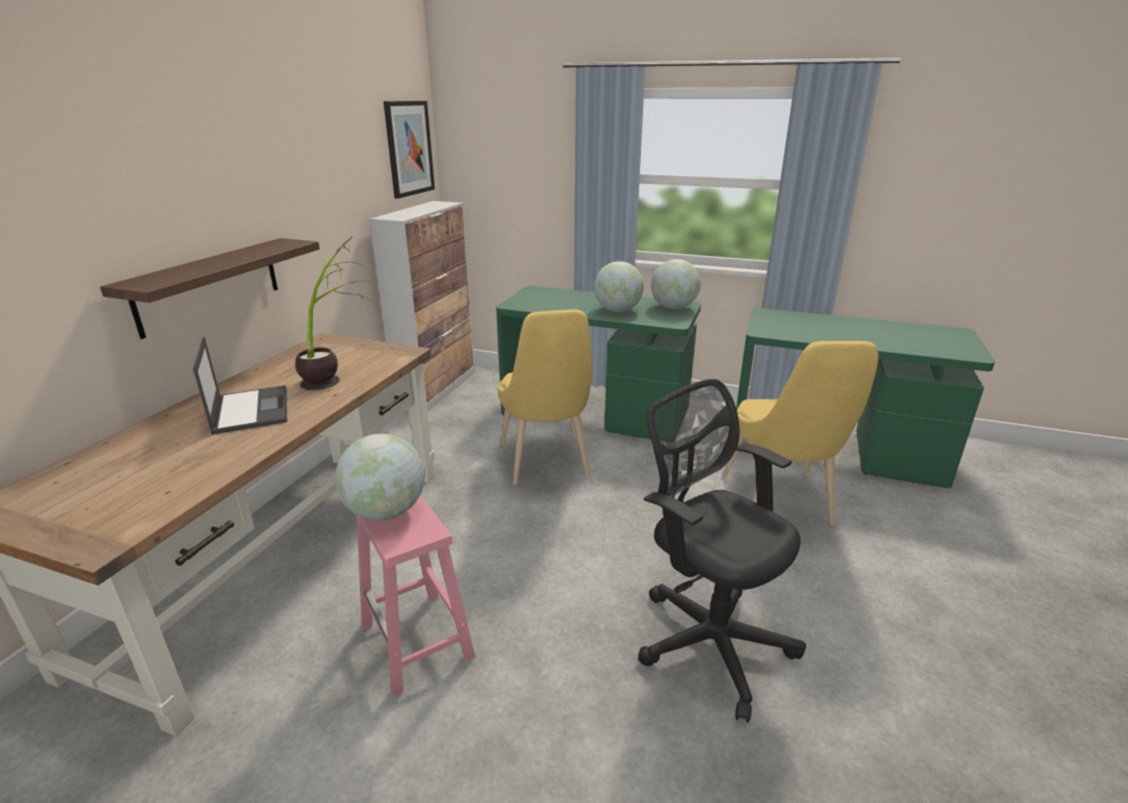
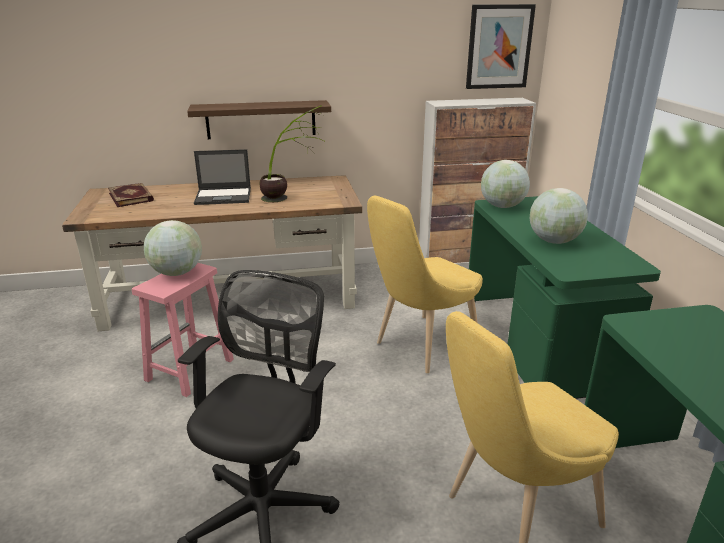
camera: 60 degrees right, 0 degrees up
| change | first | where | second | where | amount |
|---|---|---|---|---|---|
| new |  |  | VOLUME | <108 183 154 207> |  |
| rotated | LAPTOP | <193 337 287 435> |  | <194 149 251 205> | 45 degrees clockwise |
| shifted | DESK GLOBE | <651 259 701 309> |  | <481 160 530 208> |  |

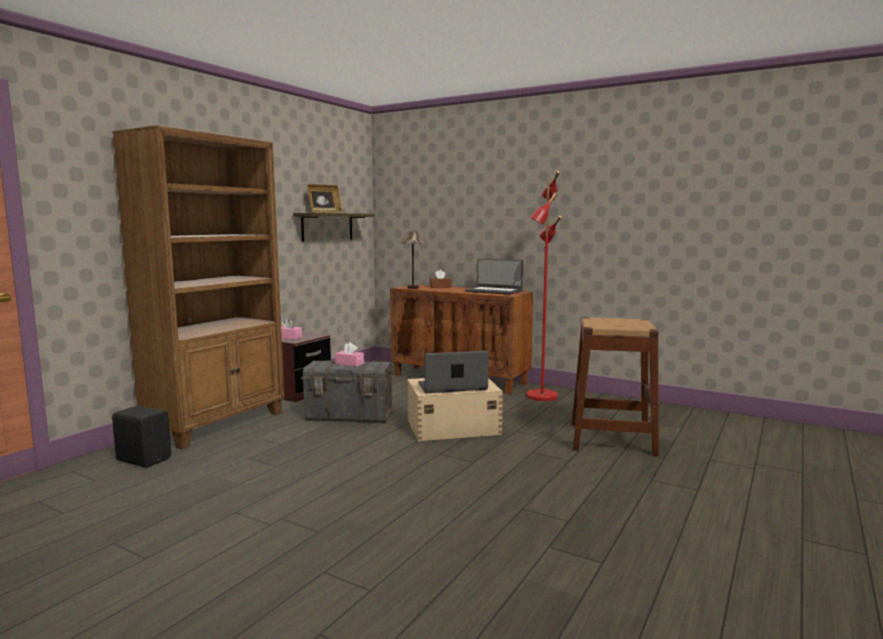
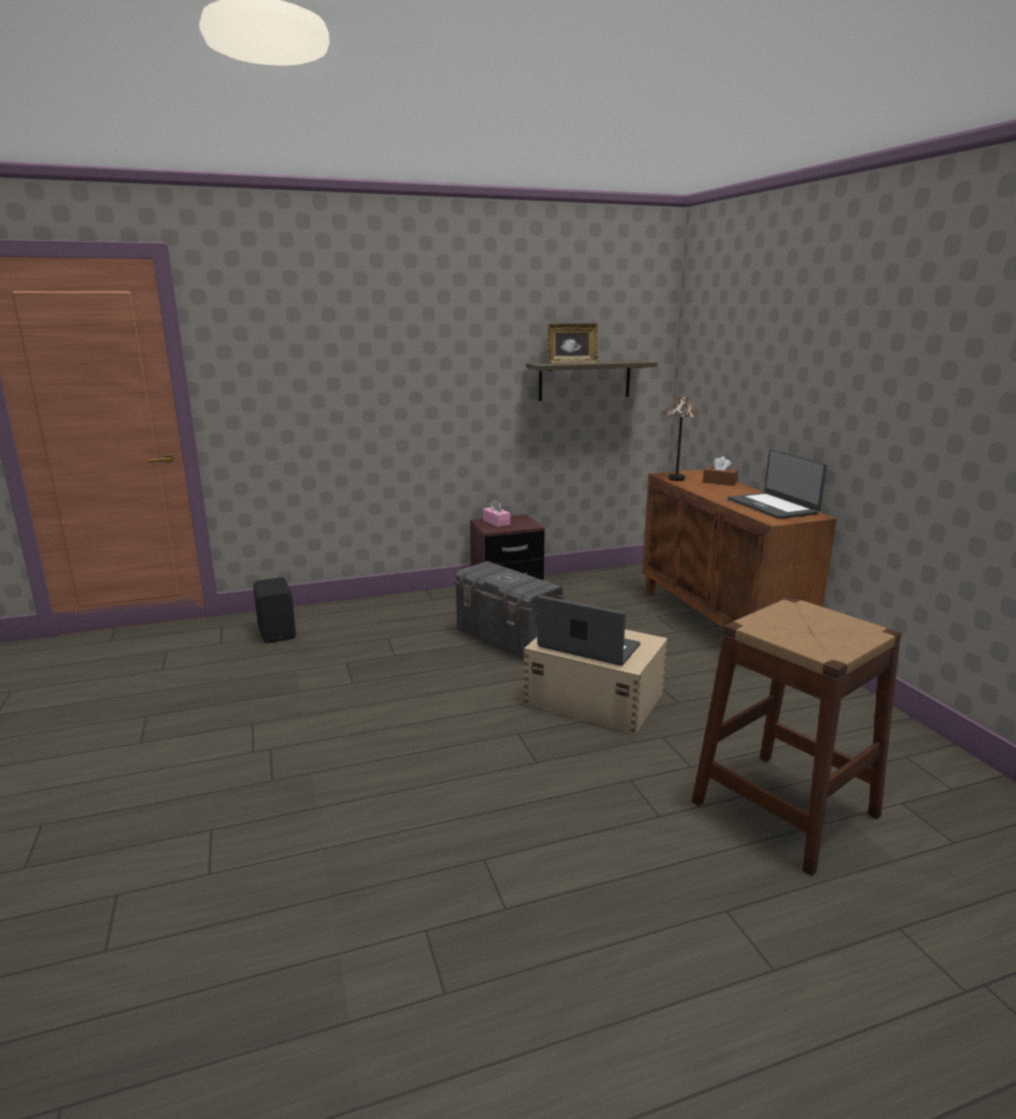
camera: 40 degrees right, 10 degrees up
| change | first | where | second | where | amount |
|---|---|---|---|---|---|
| gone | BROWNISH BOOKCASE | <112 125 284 449> |  |  |  |
| gone | PINKISH TISSUE BOX | <335 342 364 367> |  |  |  |
| gone | RED-COLOURED STANDARD LAMP | <526 170 563 401> |  |  |  |

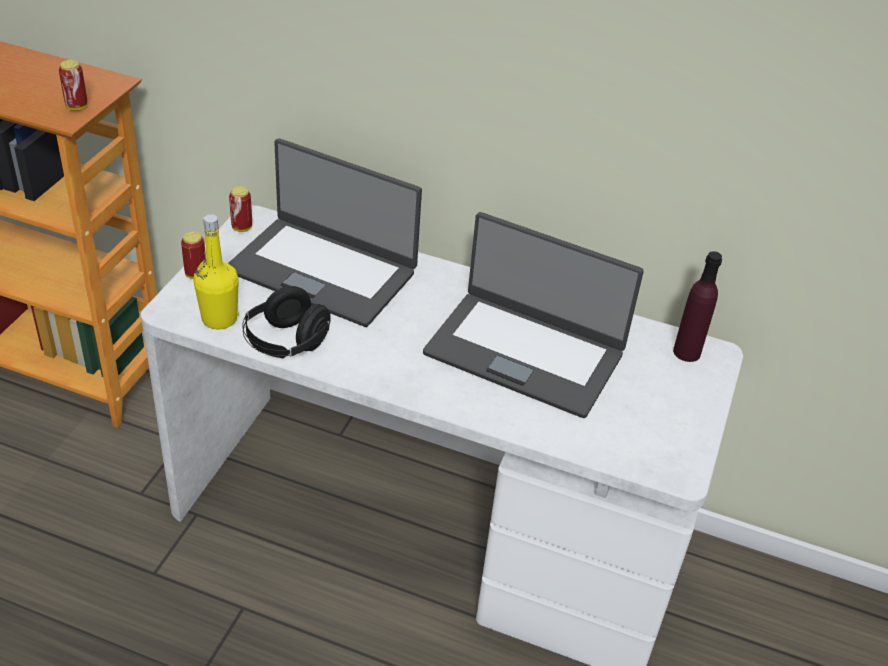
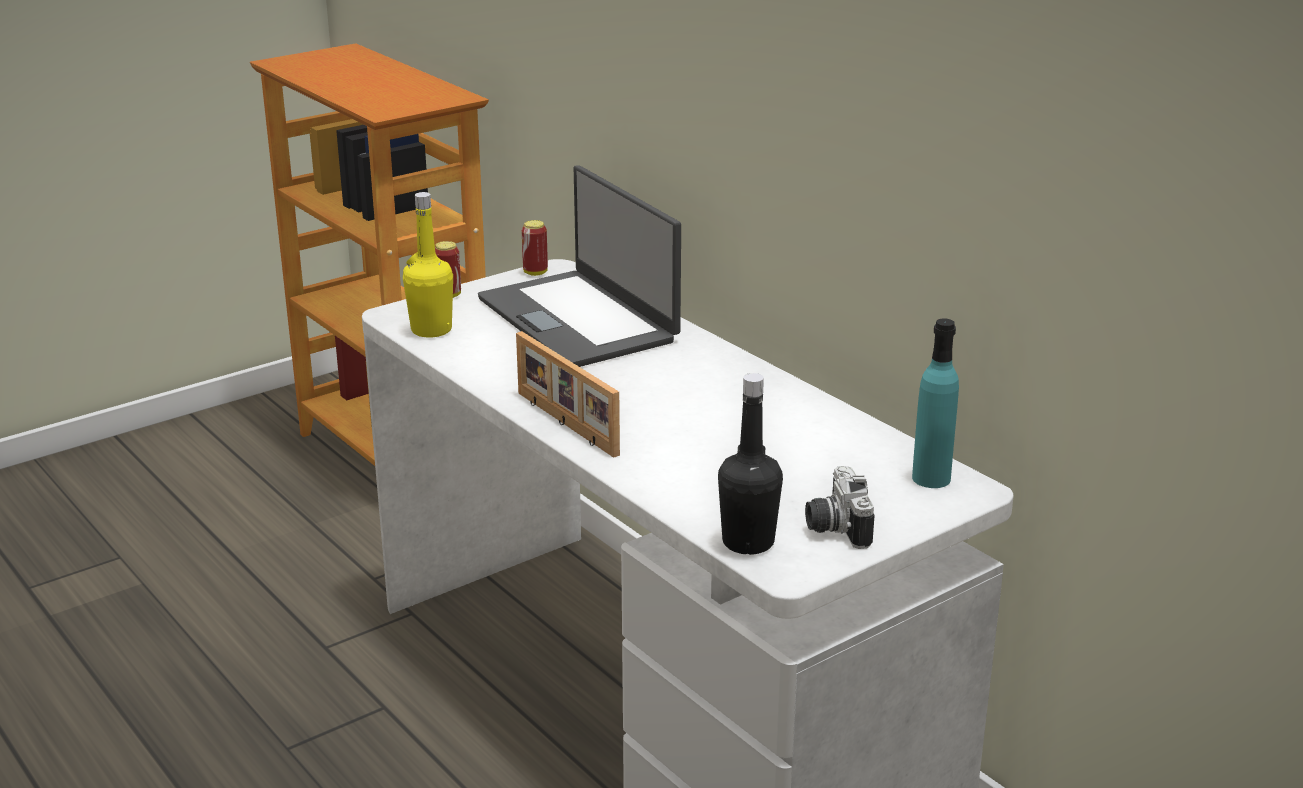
camera: 35 degrees right, 15 degrees down
| change | first | where | second | where | amount |
|---|---|---|---|---|---|
| new |  |  | PHOTO FRAME | <516 331 620 458> |  |
| new |  |  | BLACKISH DRINK BOTTLE | <718 373 783 555> |  |
| new |  |  | STILL CAMERA | <805 466 875 549> |  |
| repainted | PURPLE DRINK BOTTLE | <673 251 722 362> | BLUE-GREEN DRINK BOTTLE | <912 319 959 488> |  |
| gone | SEALED CAN | <59 60 88 111> |  |  |  |
| gone | BLACKISH HEADSET | <242 286 331 358> |  |  |  |
| gone | LAPTOP | <423 212 644 418> |  |  |  |

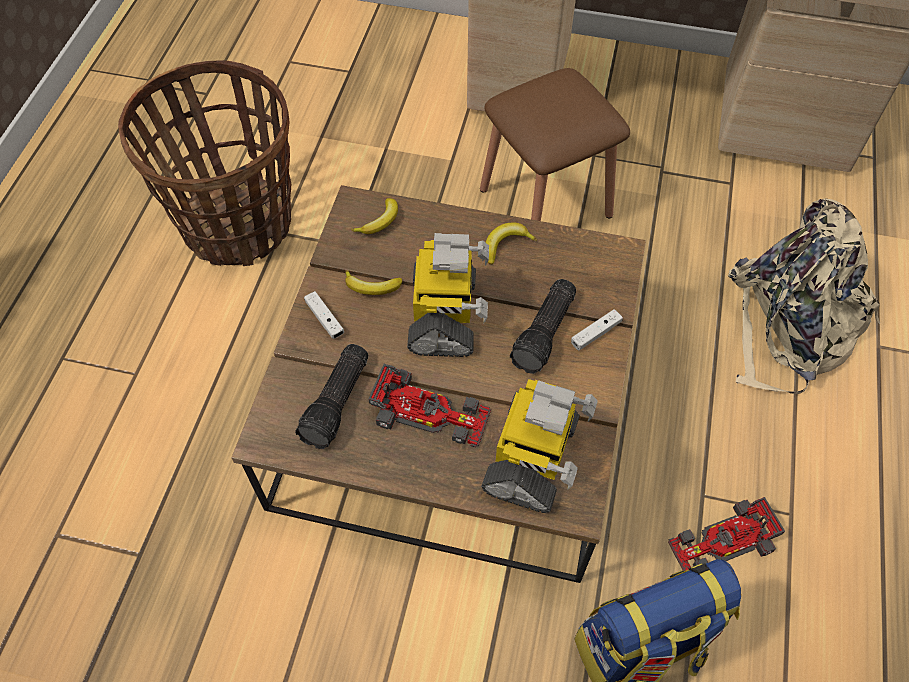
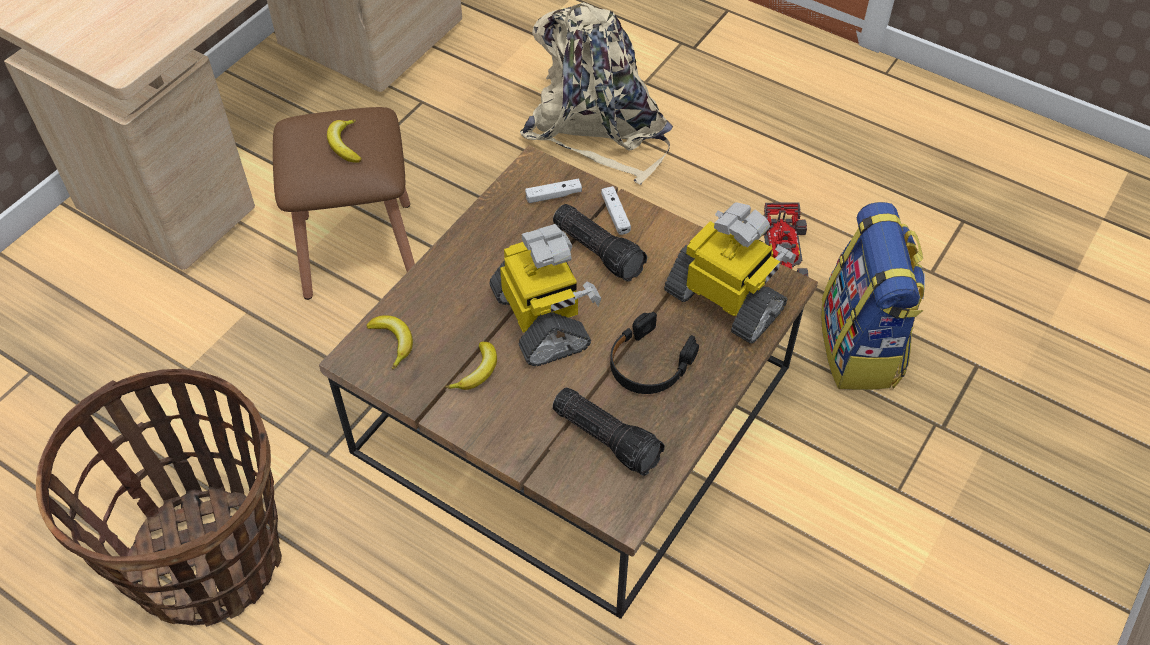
camera: 70 degrees left, 5 degrees down
| change | first | where | second | where | amount |
|---|---|---|---|---|---|
| shifted | WHOLE BANANA | <486 223 537 265> |  | <327 120 362 163> |  |
| rotated | ROBOT FIGURE | <407 233 489 357> |  | <490 224 602 366> | 45 degrees clockwise |
| shifted | WHITISH GAME CONTROLLER | <304 291 344 339> |  | <525 179 582 203> |  |
| swapped | MODEL CAR | <368 364 491 447> | BLACKISH HEADSET | <610 312 699 394> |  |

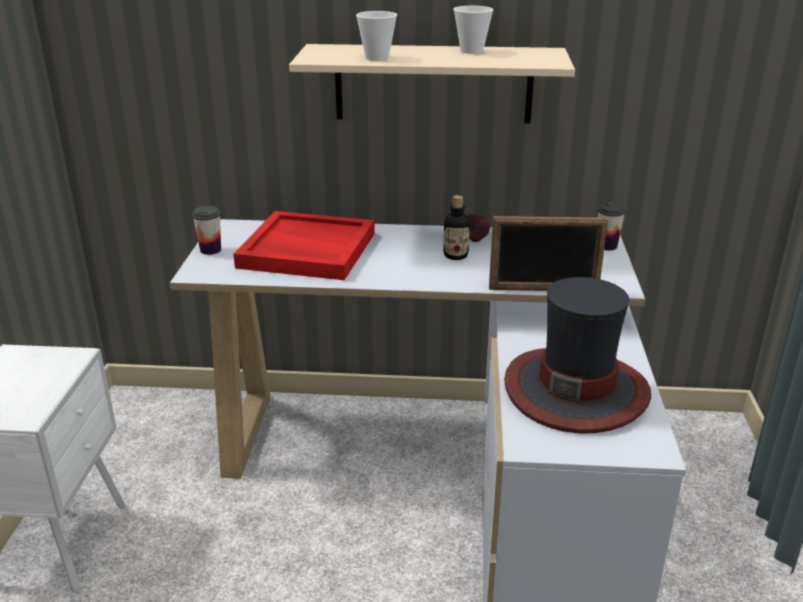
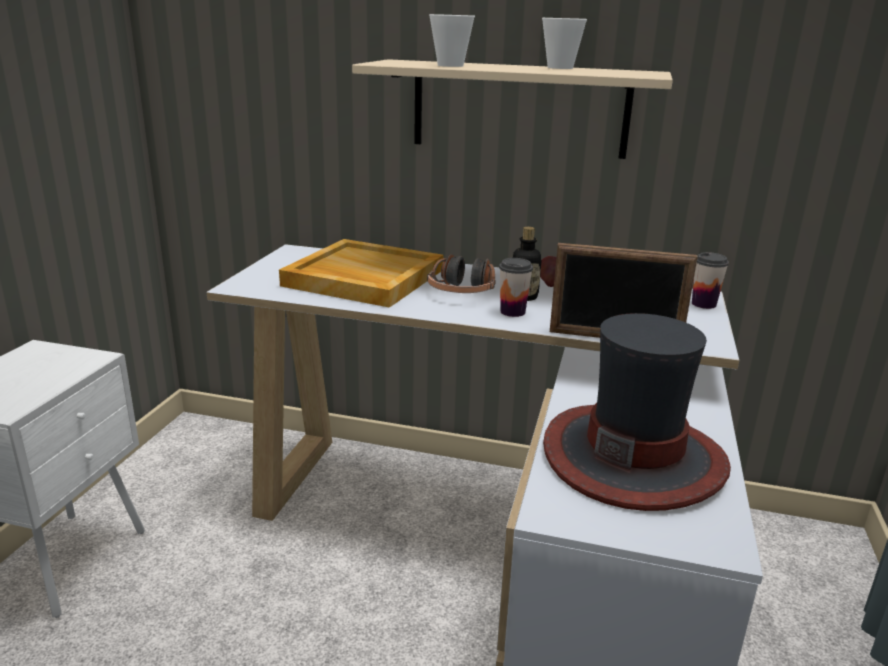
camera: 10 degrees right, 5 degrees down
| change | first | where | second | where | amount |
|---|---|---|---|---|---|
| repainted | RED-COLOURED TRAY | <233 211 375 280> | SAND-COLOURED TRAY | <279 239 443 308> |  |
| new |  |  | HEADSET | <427 254 496 293> |  |
| shifted | DRINKING CUP | <192 206 221 255> |  | <499 258 533 317> |  |

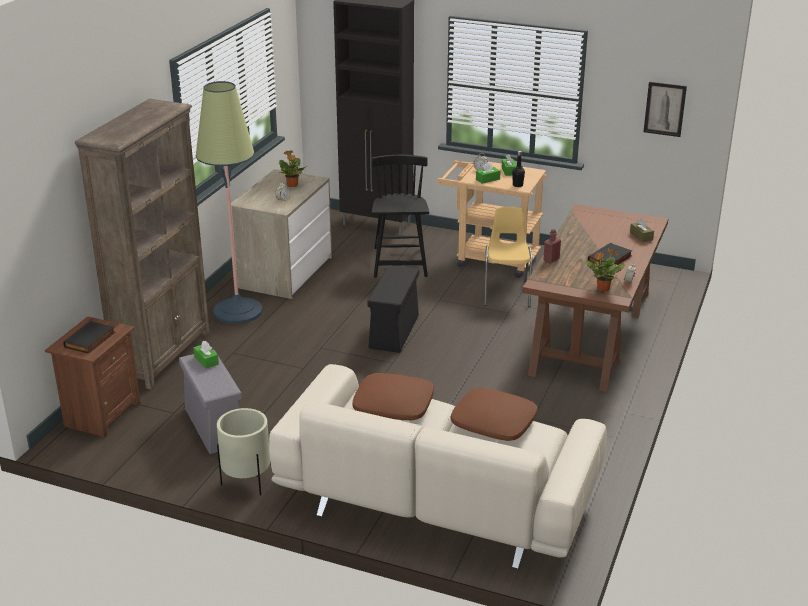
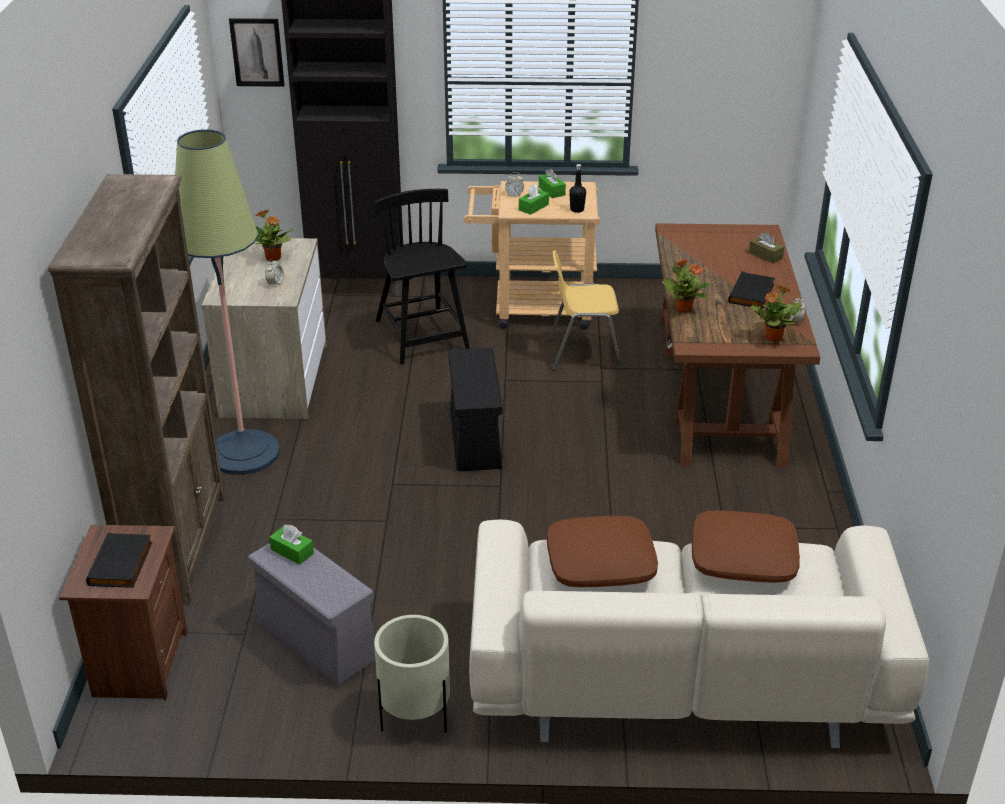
camera: 20 degrees left, 5 degrees up
| change | first | where | second | where | amount |
|---|---|---|---|---|---|
| shifted | WALL ART | <644 82 687 137> |  | <229 18 285 87> |  |
| rotated | YELLOWISH PLAIN CHAIR | <484 207 533 307> |  | <548 250 623 371> | 75 degrees counterclockwise |
| swapped | RED-COLOURED DRINK BOTTLE | <543 229 561 263> | PLANT IN A POT | <662 259 710 313> |  |

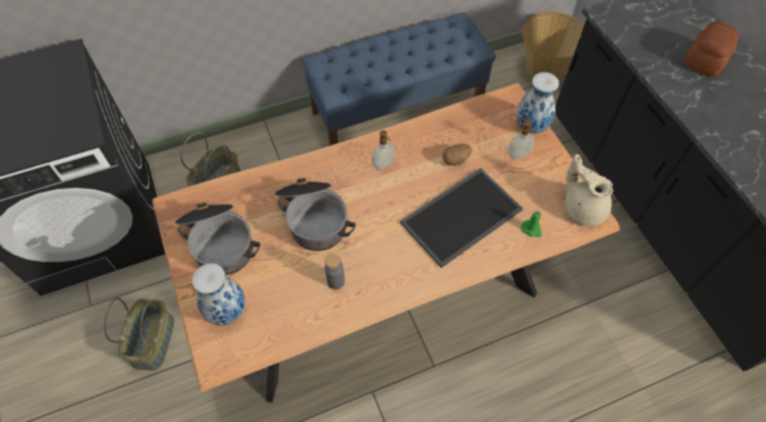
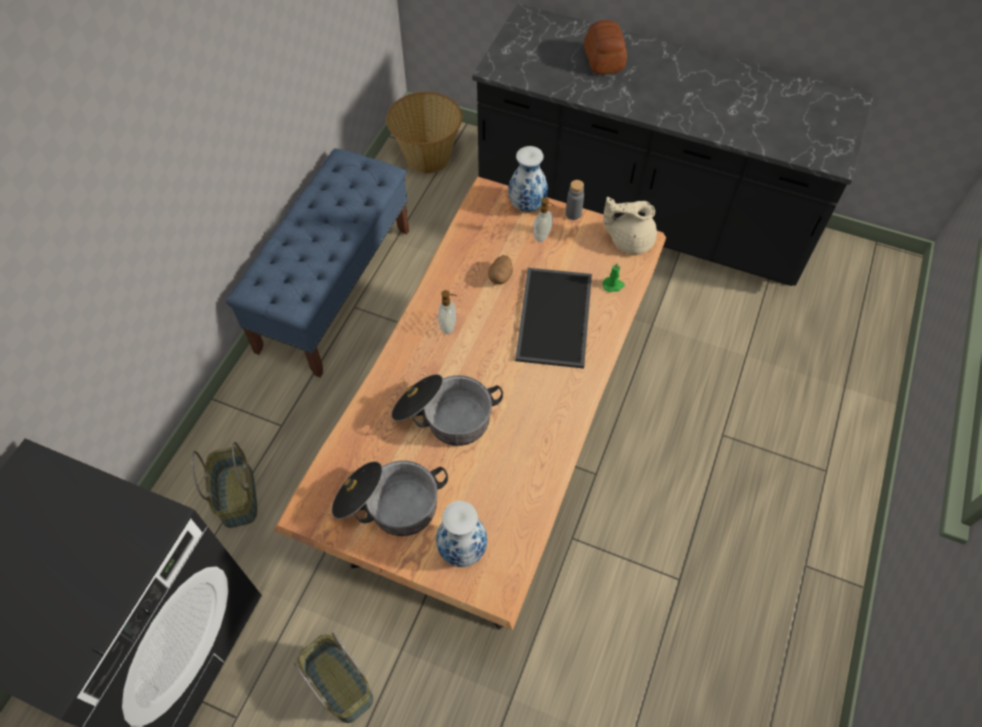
camera: 45 degrees left, 0 degrees up
| change | first | where | second | where | amount |
|---|---|---|---|---|---|
| shifted | GREY DRINK BOTTLE | <325 254 345 290> |  | <566 180 584 220> |  |

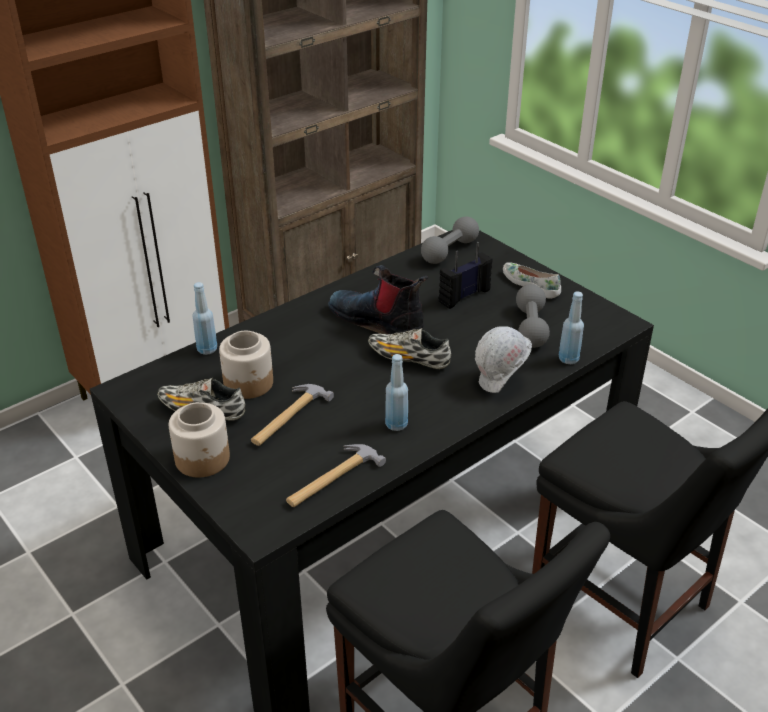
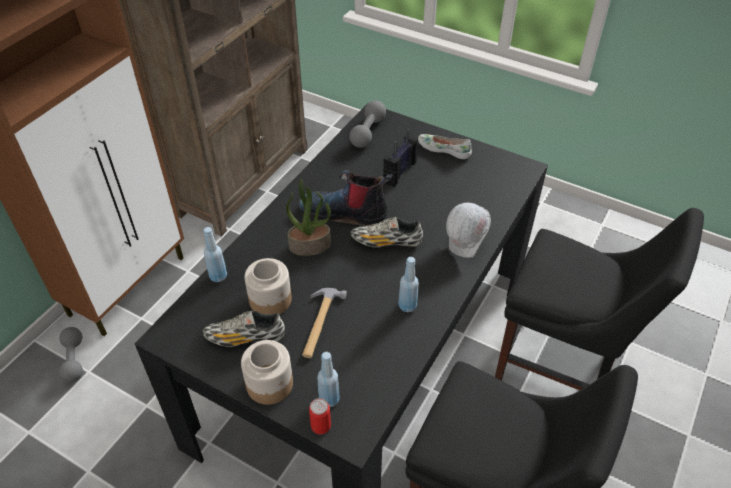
camera: 20 degrees left, 10 degrees up
| change | first | where | second | where | amount |
|---|---|---|---|---|---|
| shifted | GREY FREE WEIGHT | <516 284 550 348> |  | <59 327 83 382> |  |
| new |  |  | PLANT IN A POT | <286 179 331 256> |  |
| new |  |  | SEALED CAN | <309 398 331 434> |  |
| shifted | BLUISH DRINK BOTTLE | <559 291 584 364> |  | <317 352 340 407> |  |
| gone | TOOL HAMMER | <286 444 386 507> |  |  |  |

